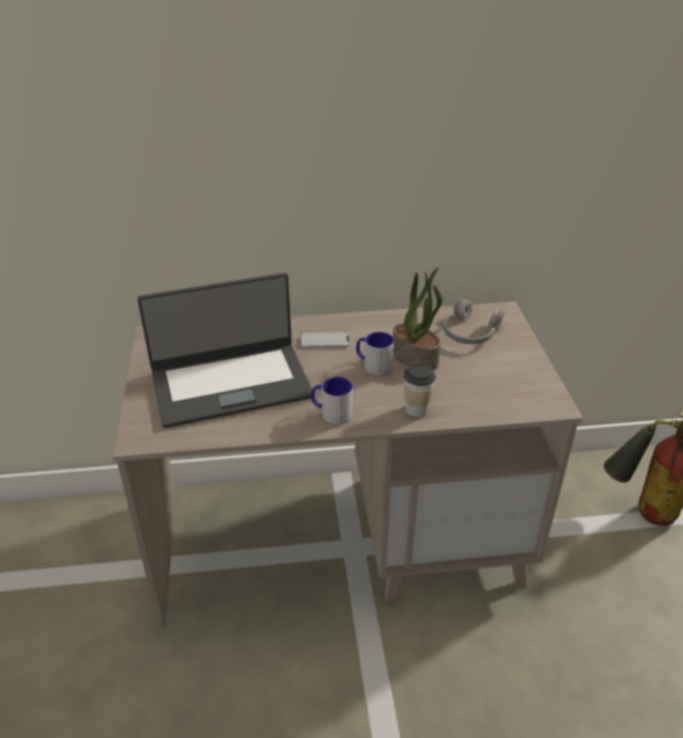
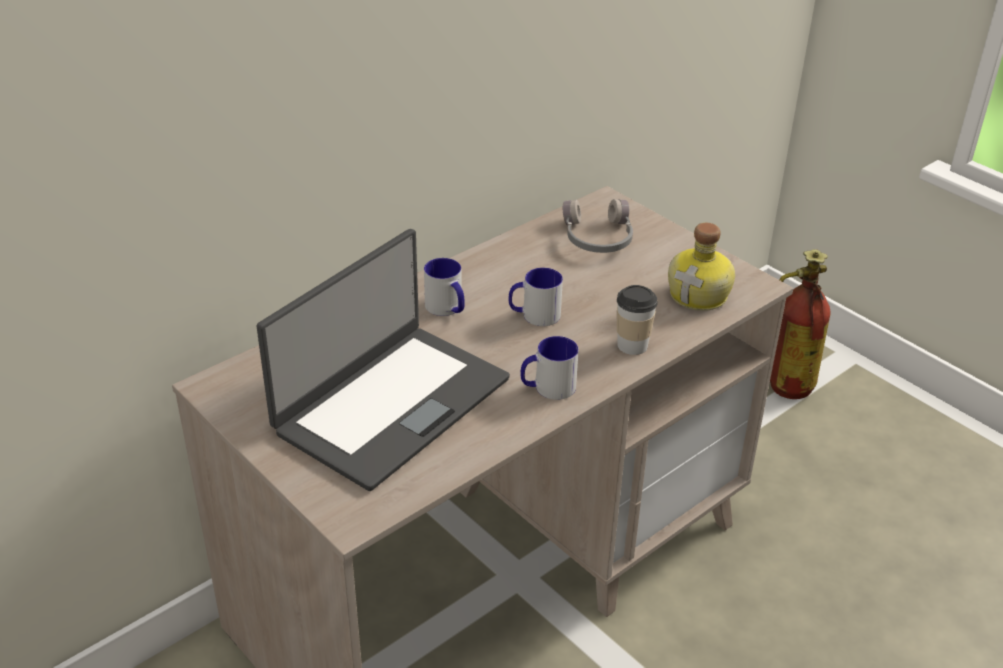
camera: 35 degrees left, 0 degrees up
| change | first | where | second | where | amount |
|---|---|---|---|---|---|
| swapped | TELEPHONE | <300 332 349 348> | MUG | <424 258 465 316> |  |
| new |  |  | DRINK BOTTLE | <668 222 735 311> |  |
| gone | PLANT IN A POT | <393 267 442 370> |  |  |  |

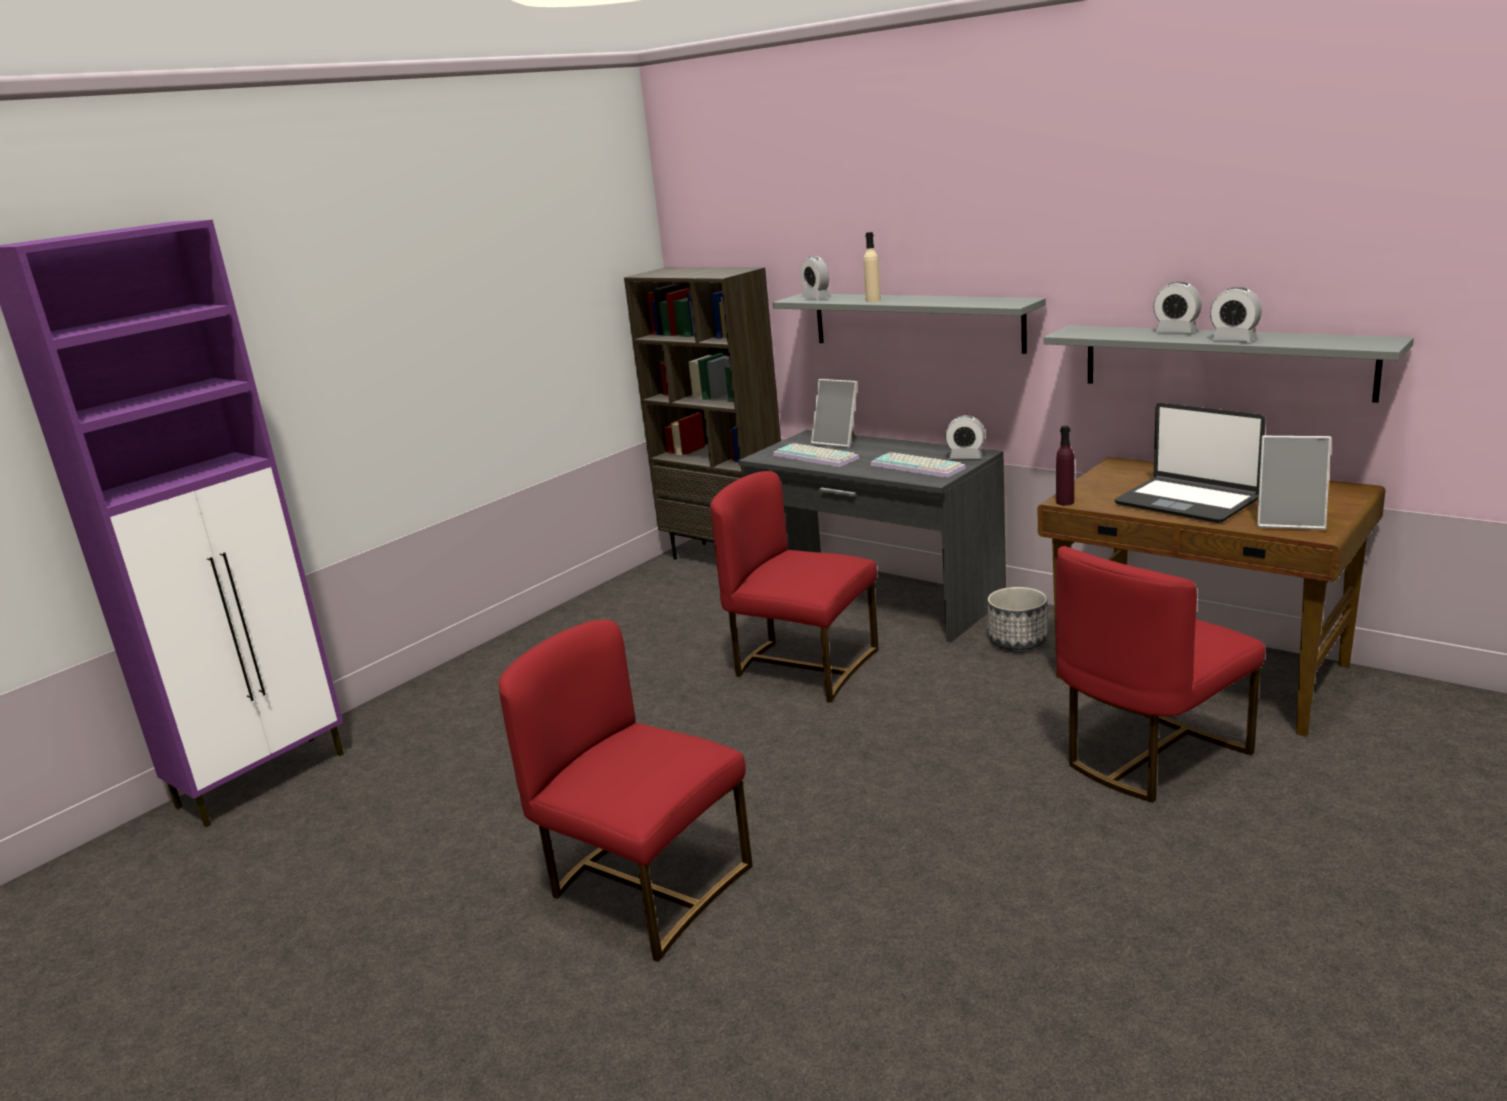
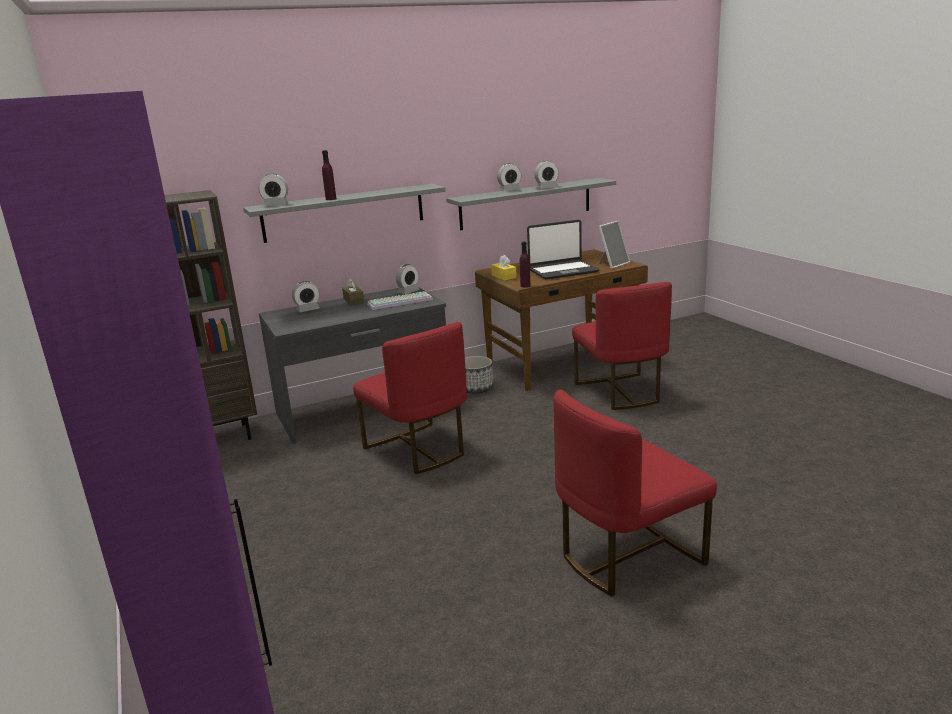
camera: 65 degrees left, 0 degrees up
| change | first | where | second | where | amount |
|---|---|---|---|---|---|
| swapped | PHOTO FRAME | <811 379 858 448> | BEDSIDE CLOCK | <292 281 320 312> |  |
| repainted | SAND-COLOURED DRINK BOTTLE | <864 232 881 302> | PURPLE DRINK BOTTLE | <322 150 336 200> |  |
| new |  |  | BROWNISH TISSUE BOX | <342 278 364 305> |  |
| rotated | RED-COLOURED PLAIN CHAIR | <710 471 878 703> |  | <353 322 467 474> | 90 degrees counterclockwise |
| new |  |  | YELLOWISH TISSUE BOX | <491 255 517 280> |  |
| gone | COMPUTER KEYBOARD | <773 443 859 467> |  |  |  |

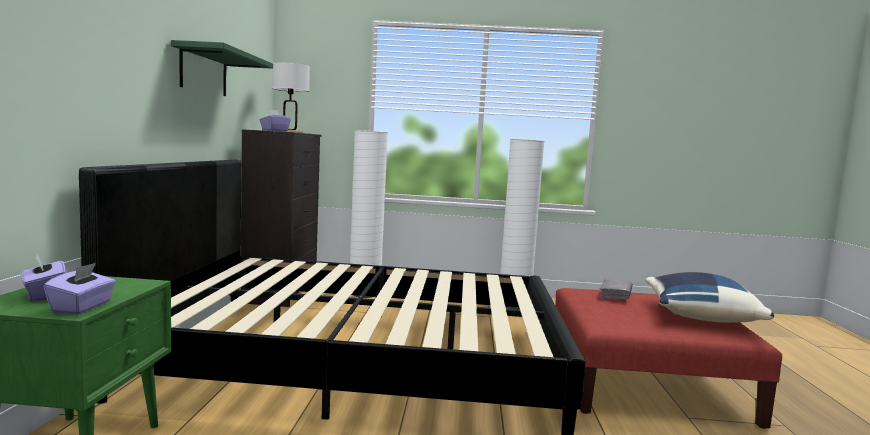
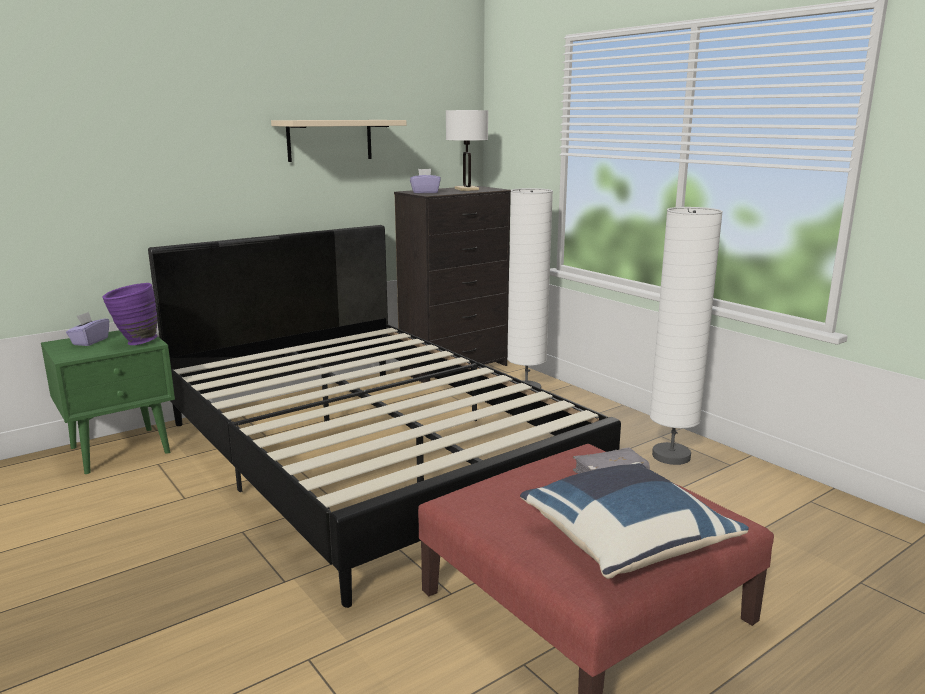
camera: 50 degrees right, 10 degrees up
| change | first | where | second | where | amount |
|---|---|---|---|---|---|
| new |  |  | PURPLE FLOWER VASE | <102 283 157 345> |  |
| repainted | GREEN-COLOURED WALL SHELF | <171 40 273 96> | SAND-COLOURED WALL SHELF | <271 120 406 162> |  |
| gone | PURPLE TISSUE BOX | <44 263 116 314> |  |  |  |

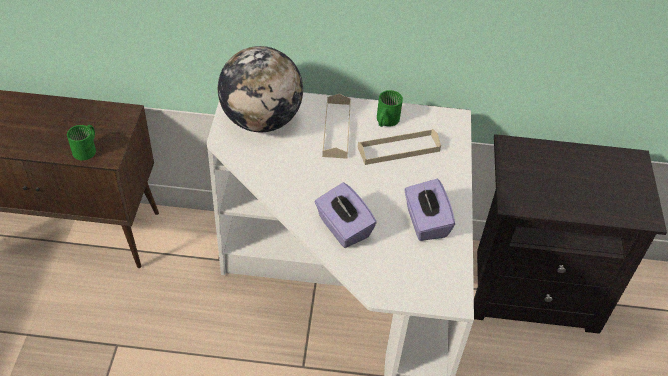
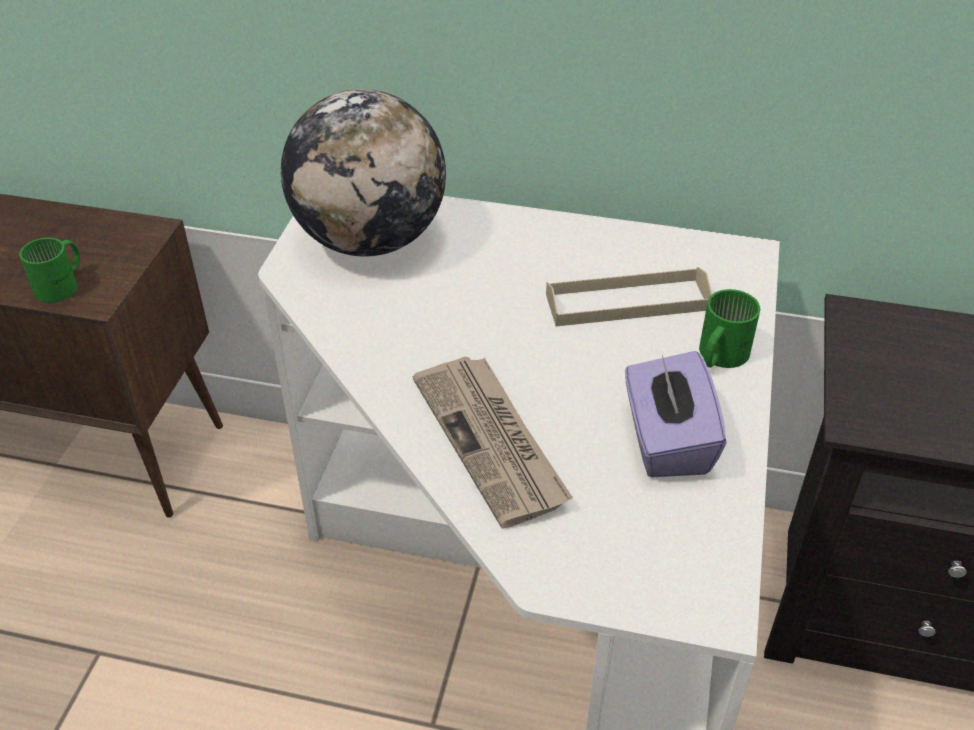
camera: 10 degrees right, 5 degrees down
| change | first | where | second | where | amount |
|---|---|---|---|---|---|
| swapped | PURPLE TISSUE BOX | <315 183 377 248> | PRINTED PAPER | <413 357 573 528> |  |
| shifted | GREEN-COLOURED MUG | <377 90 403 127> |  | <699 289 761 368> |  |
| gone | SAND-COLOURED TRAY | <322 94 351 159> |  |  |  |

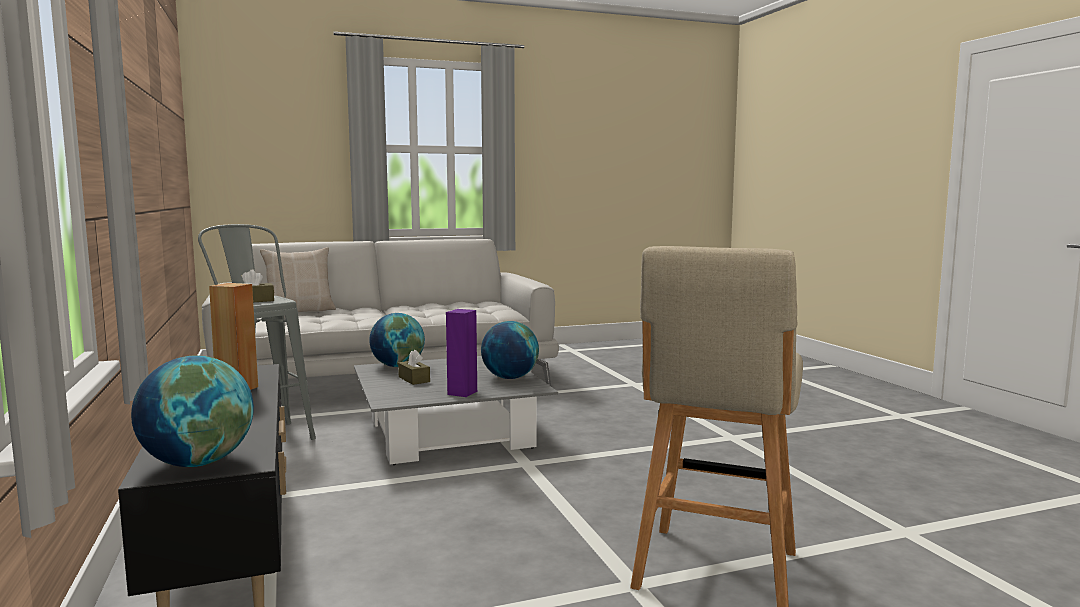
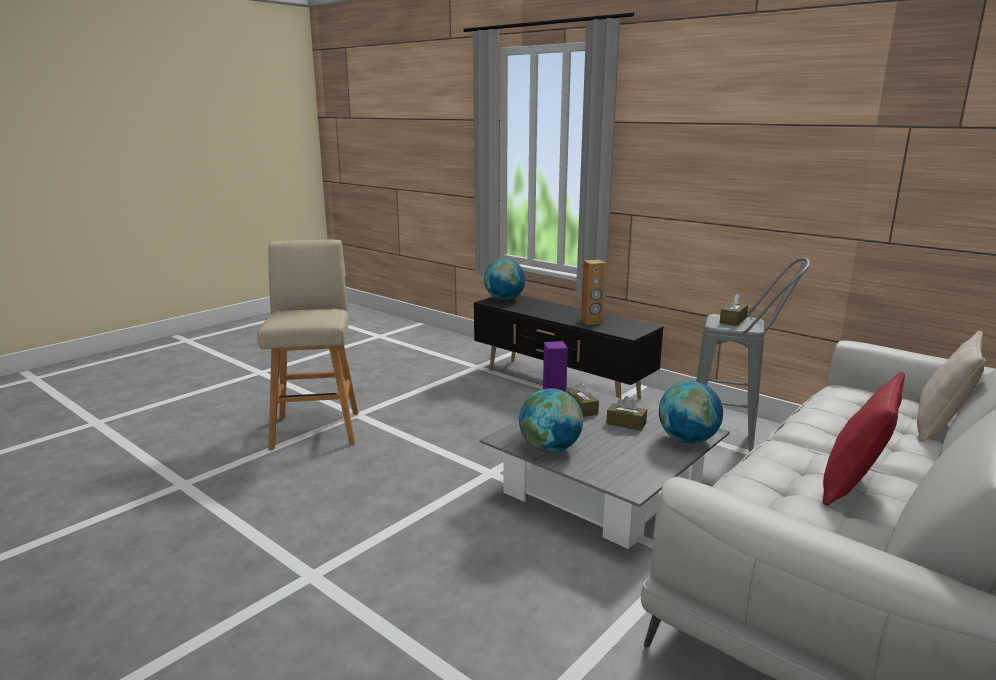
camera: 150 degrees right, 10 degrees up
| change | first | where | second | where | amount |
|---|---|---|---|---|---|
| new |  |  | BROWNISH TISSUE BOX | <568 382 599 417> |  |
| new |  |  | RED-COLOURED PILLOW | <823 371 905 506> |  |

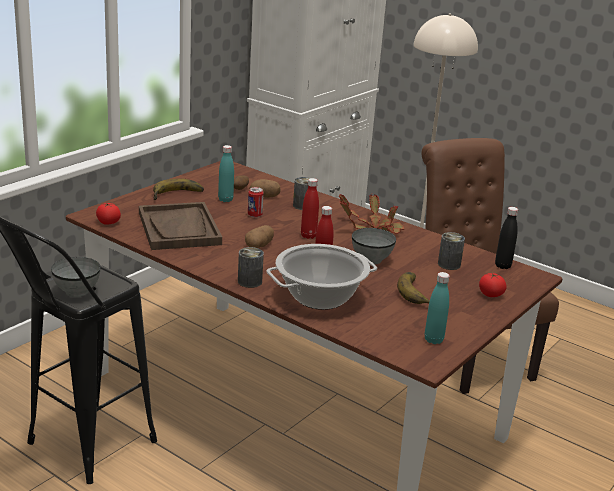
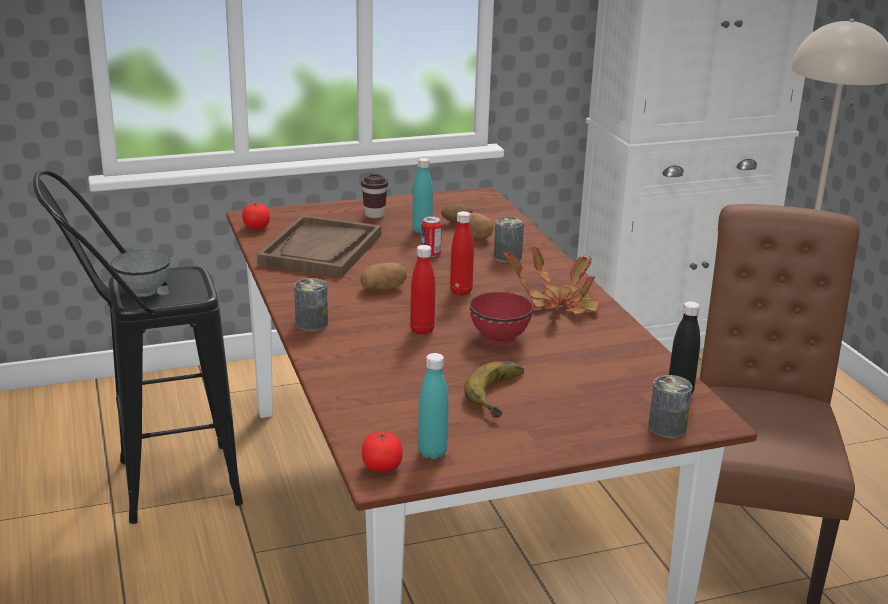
camera: 35 degrees right, 0 degrees up
| change | first | where | second | where | amount |
|---|---|---|---|---|---|
| swapped | WHOLE BANANA | <153 178 204 200> | BROWNISH DRINKING CUP | <361 174 388 218> |  |
| shifted | TOMATO | <479 273 507 297> |  | <362 431 403 472> |  |
| repainted | GREY SERVING BOWL | <352 228 396 264> | RED-COLOURED SERVING BOWL | <470 292 533 345> |  |
| shifted | SEALED CAN | <438 232 465 270> |  | <648 375 692 438> |  |
| gone | SAUCEPOT | <266 244 377 310> |  |  |  |

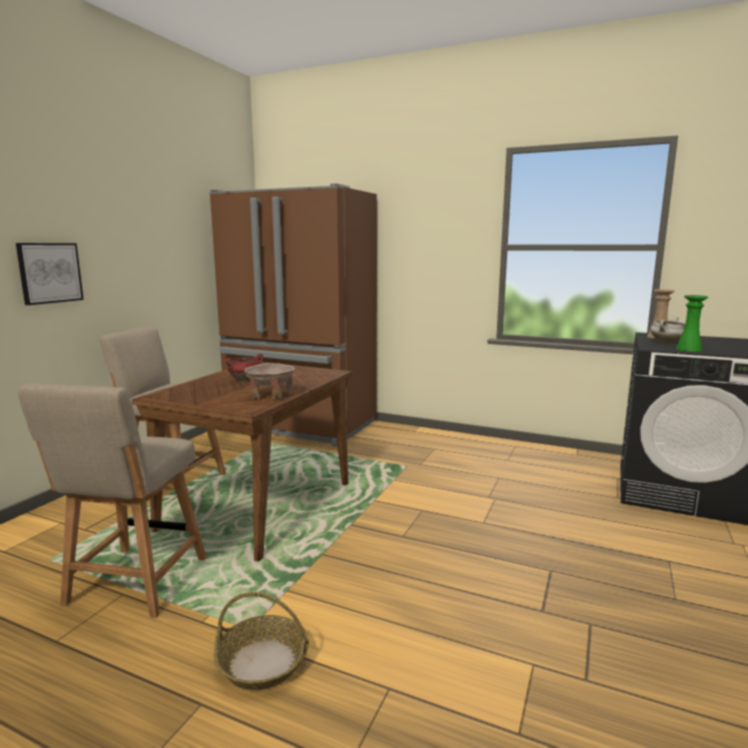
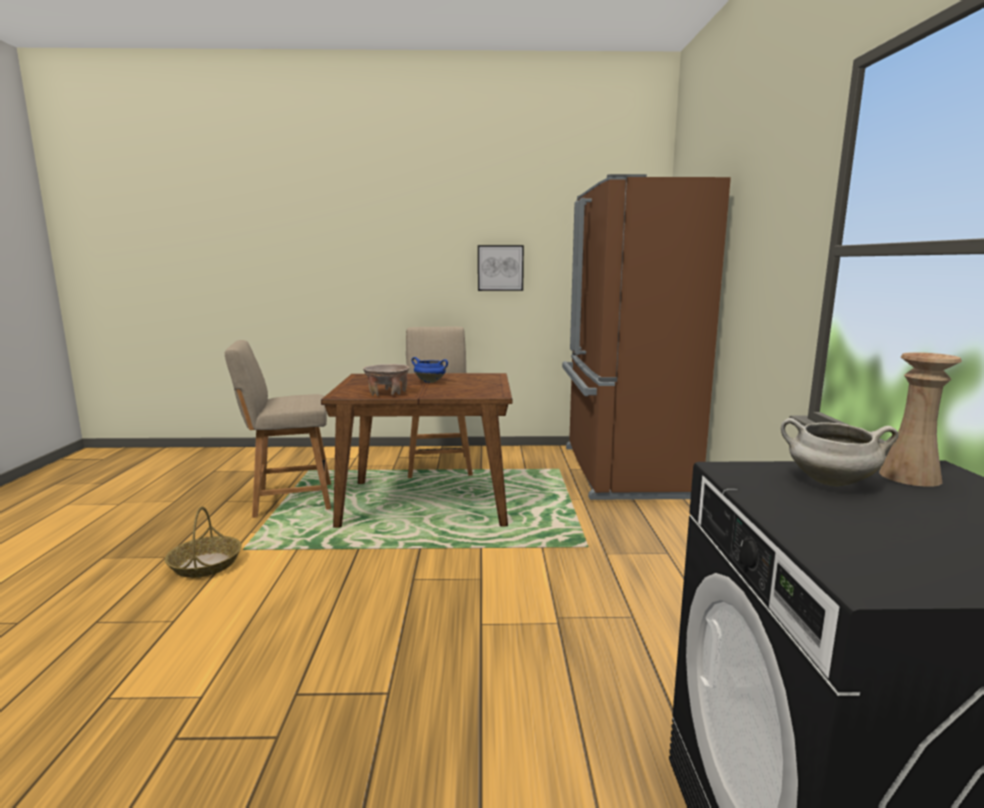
camera: 65 degrees right, 0 degrees up
| change | first | where | second | where | amount |
|---|---|---|---|---|---|
| repainted | RED-COLOURED SAUCEPOT | <226 354 263 382> | BLUISH SAUCEPOT | <411 357 448 383> |  |
| shifted | WALL ART | <16 243 84 305> |  | <478 245 524 291> |  |
| gone | GREEN-COLOURED FLOWER VASE | <676 295 708 352> |  |  |  |

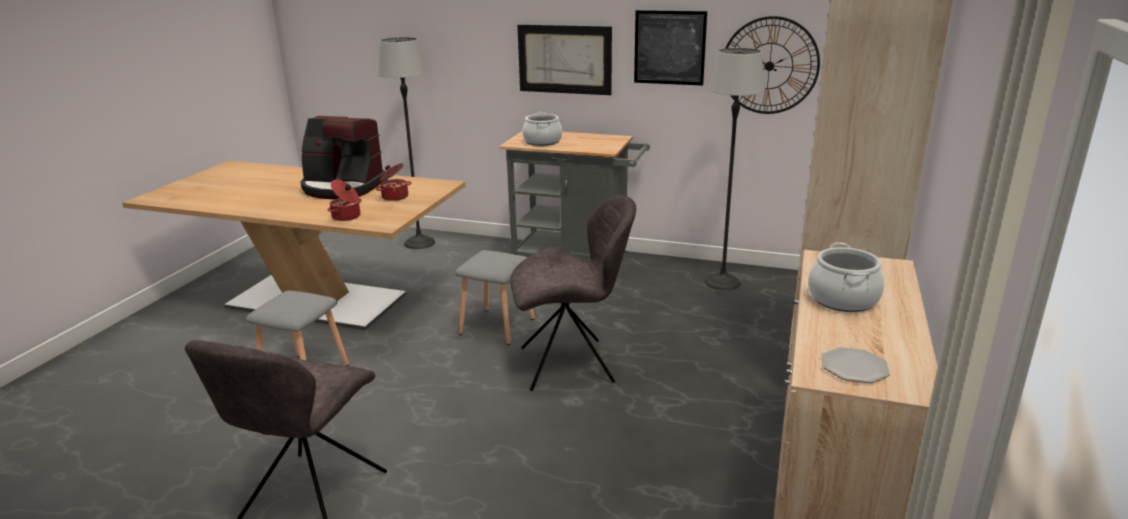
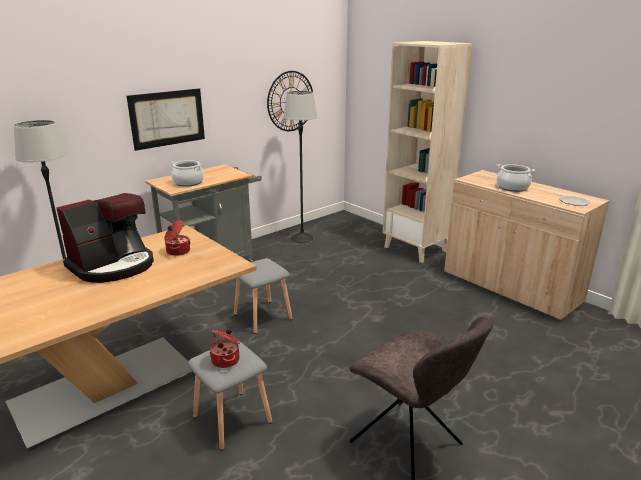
camera: 60 degrees left, 0 degrees up
| change | first | where | second | where | amount |
|---|---|---|---|---|---|
| shifted | SAUCEPOT | <328 180 362 221> |  | <210 329 240 368> |  |
| gone | GREY PLAIN CHAIR | <510 195 636 391> |  |  |  |
| gone | WALL ART | <634 10 707 85> |  |  |  |

